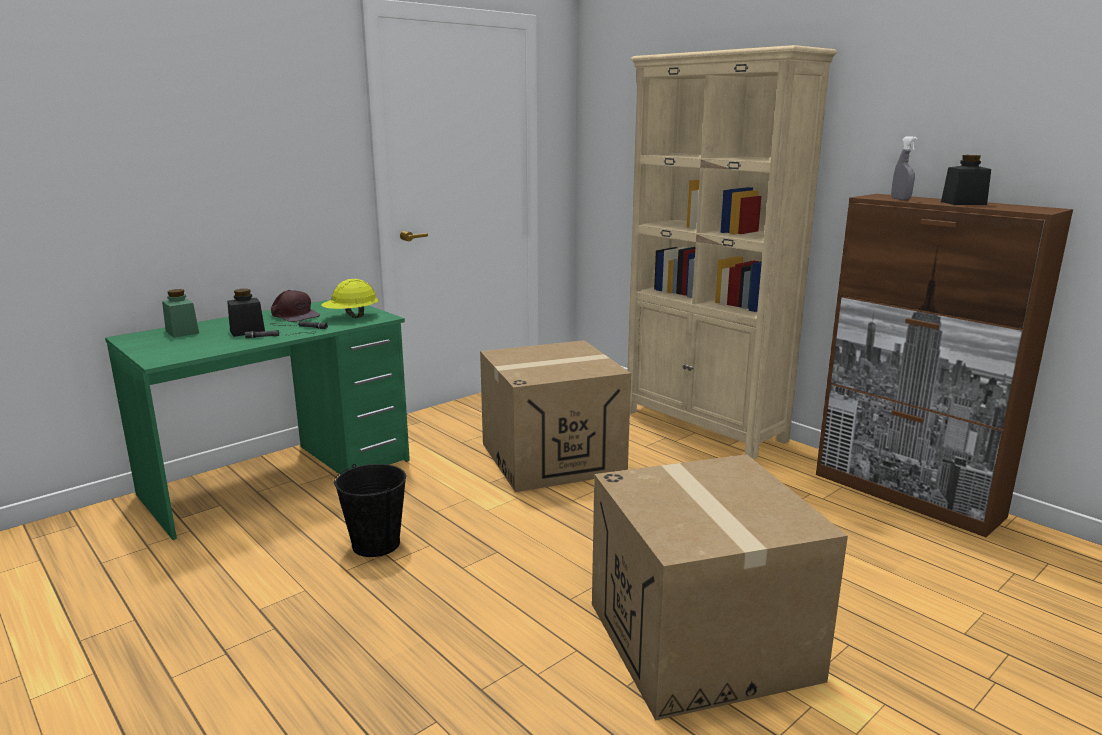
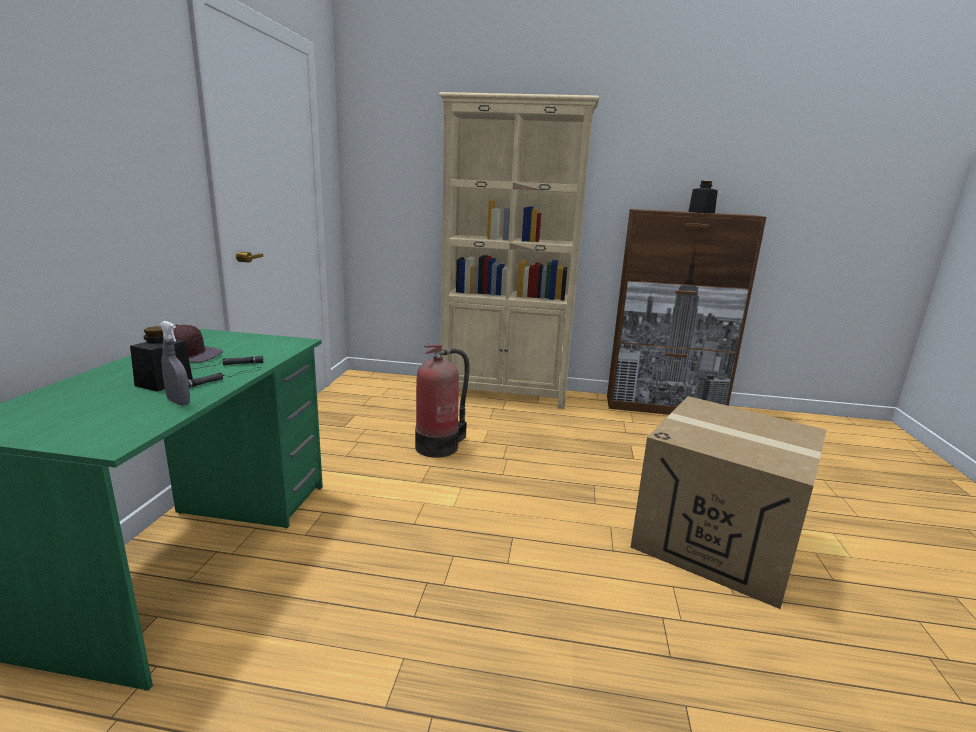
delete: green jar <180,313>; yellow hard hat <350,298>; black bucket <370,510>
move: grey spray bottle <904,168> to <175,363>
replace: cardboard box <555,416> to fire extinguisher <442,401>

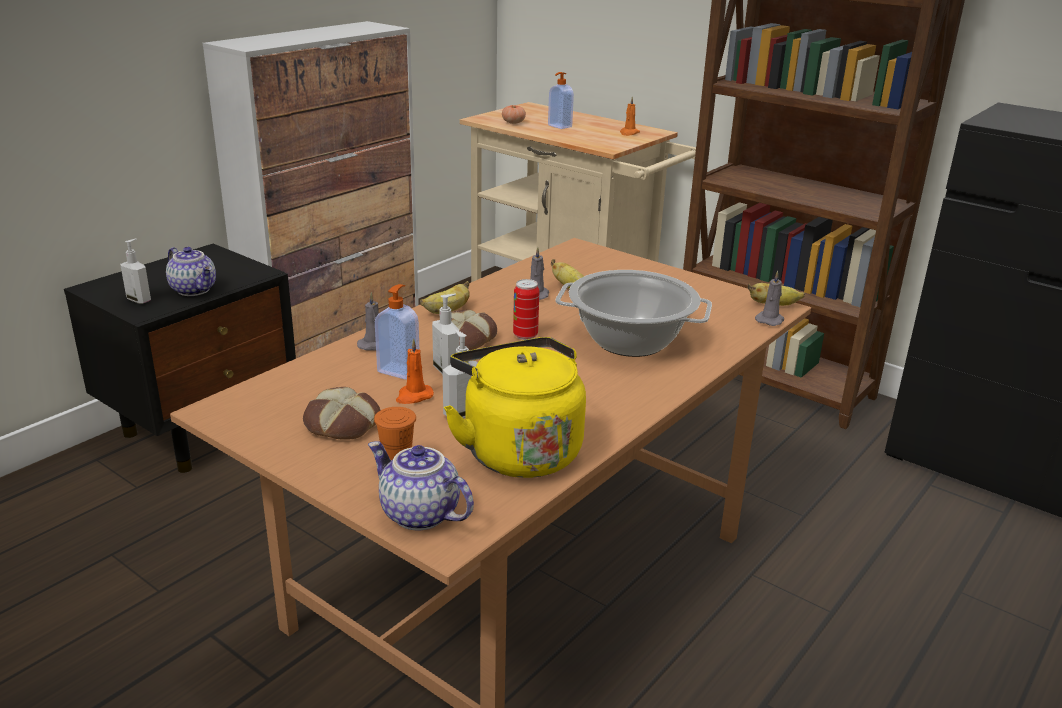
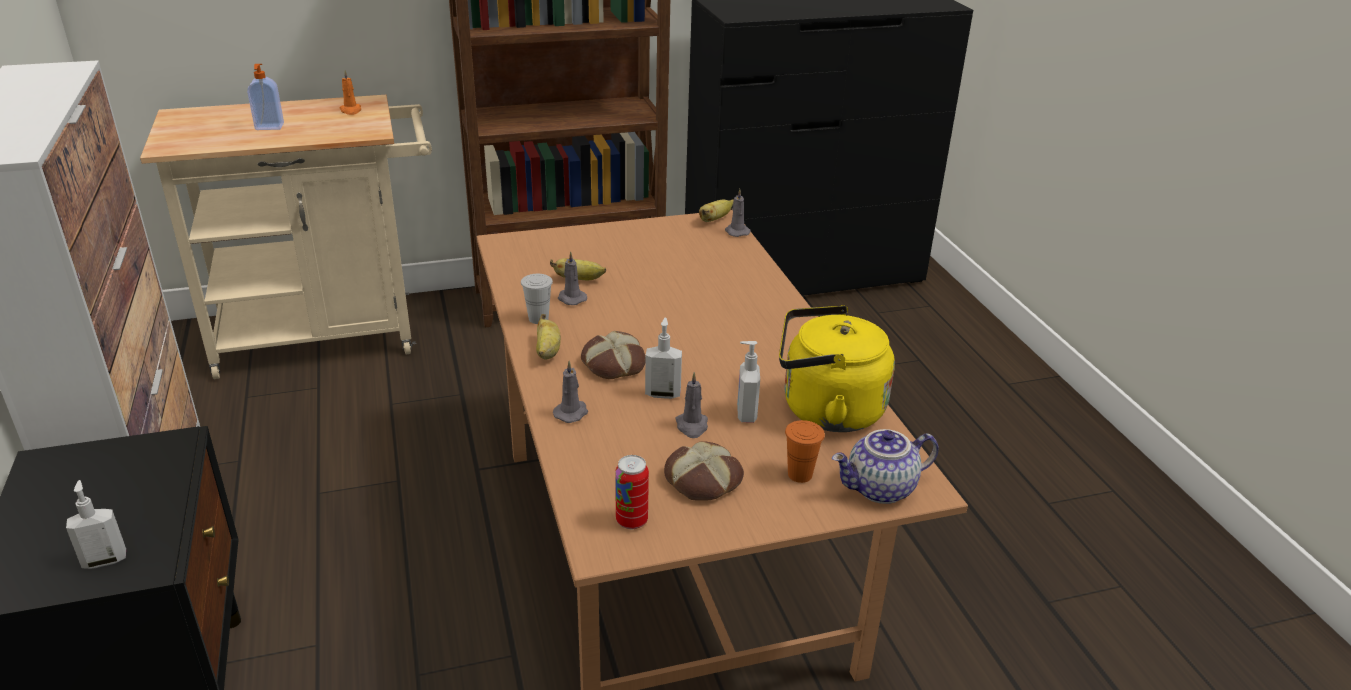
delete: teapot <191,271>; soap dispenser <397,332>; tomato <514,114>; cooking pot <633,313>
insert: white cup <537,299>
move: can <526,309> to <632,492>
recolor: orange candle <415,371> to grey candle <691,405>

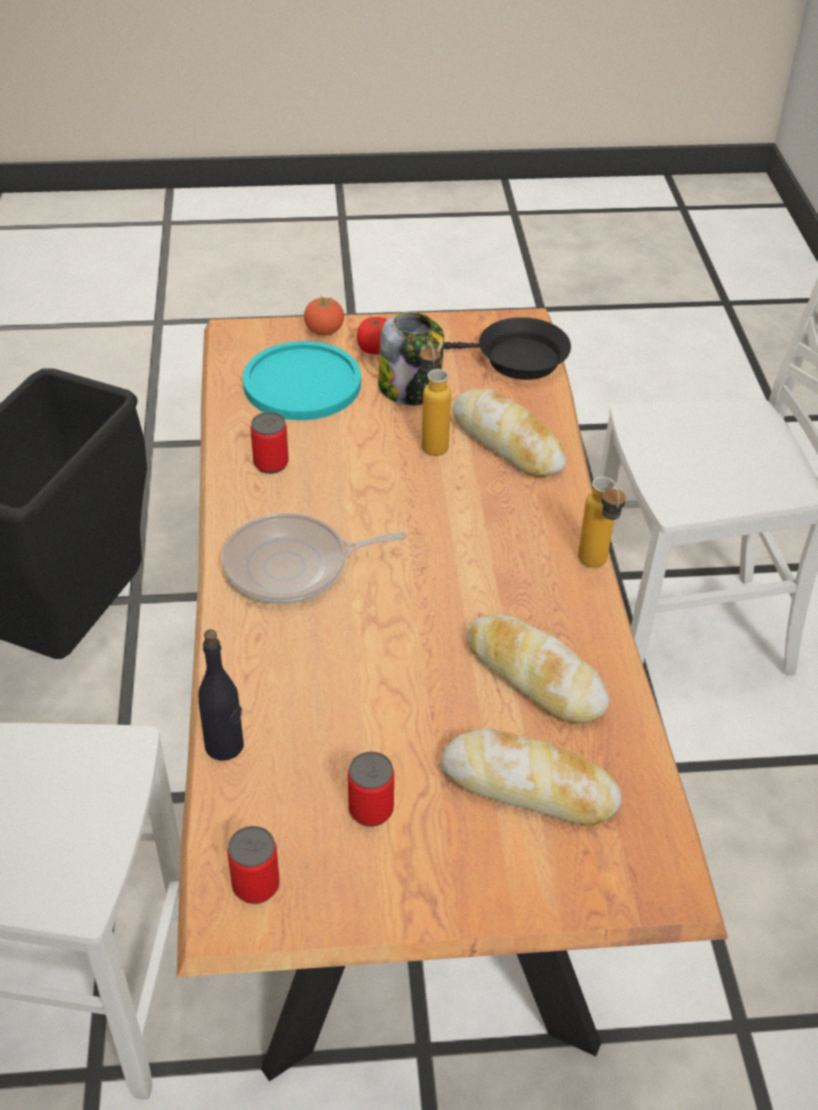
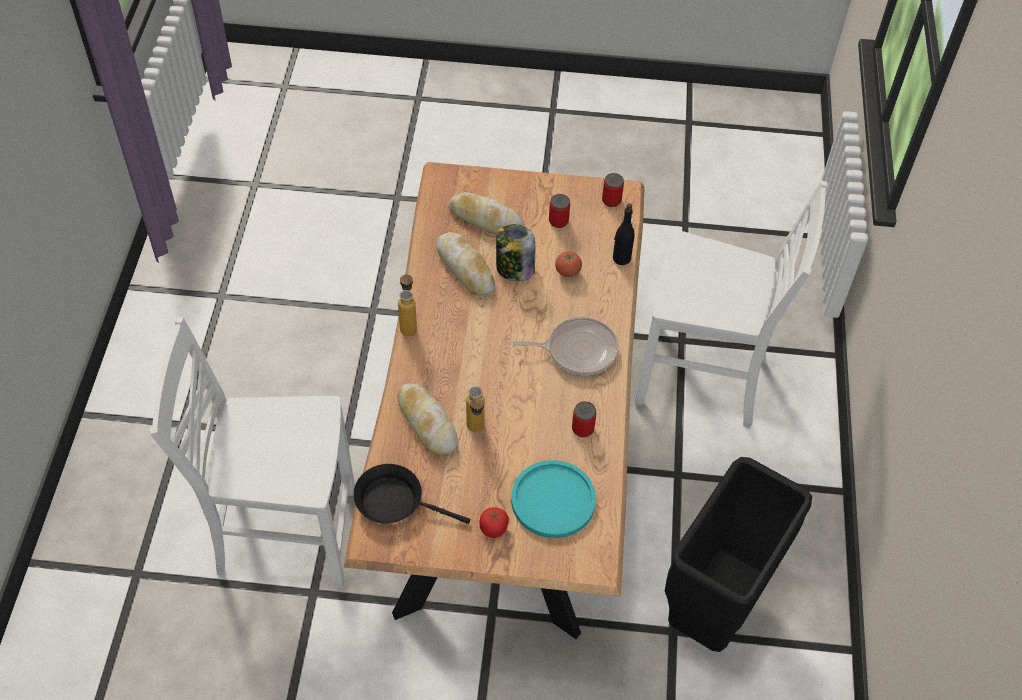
move: jar <411,358> to <515,253>; tomato <324,315> to <568,264>

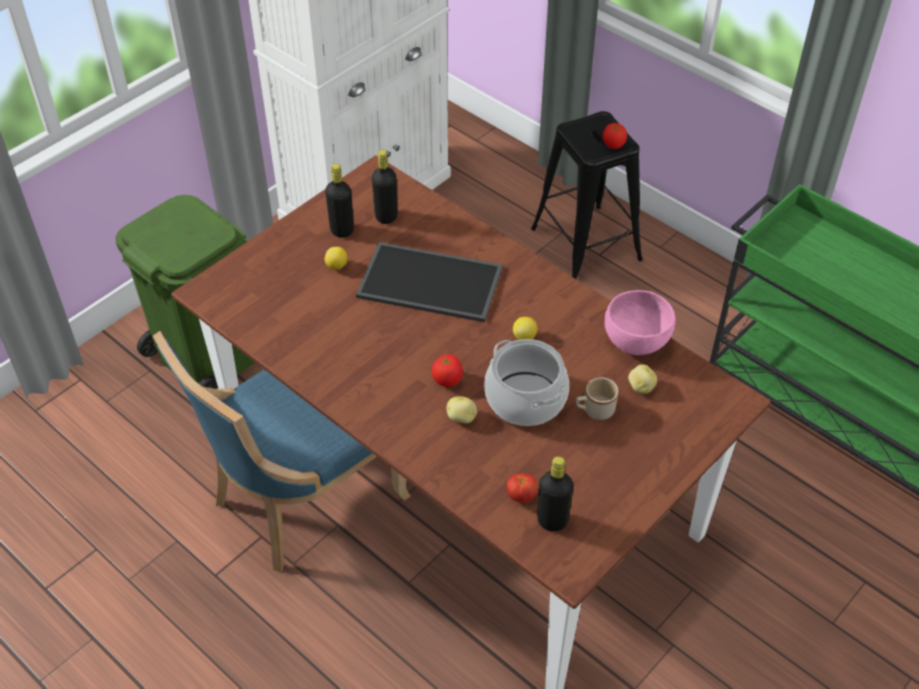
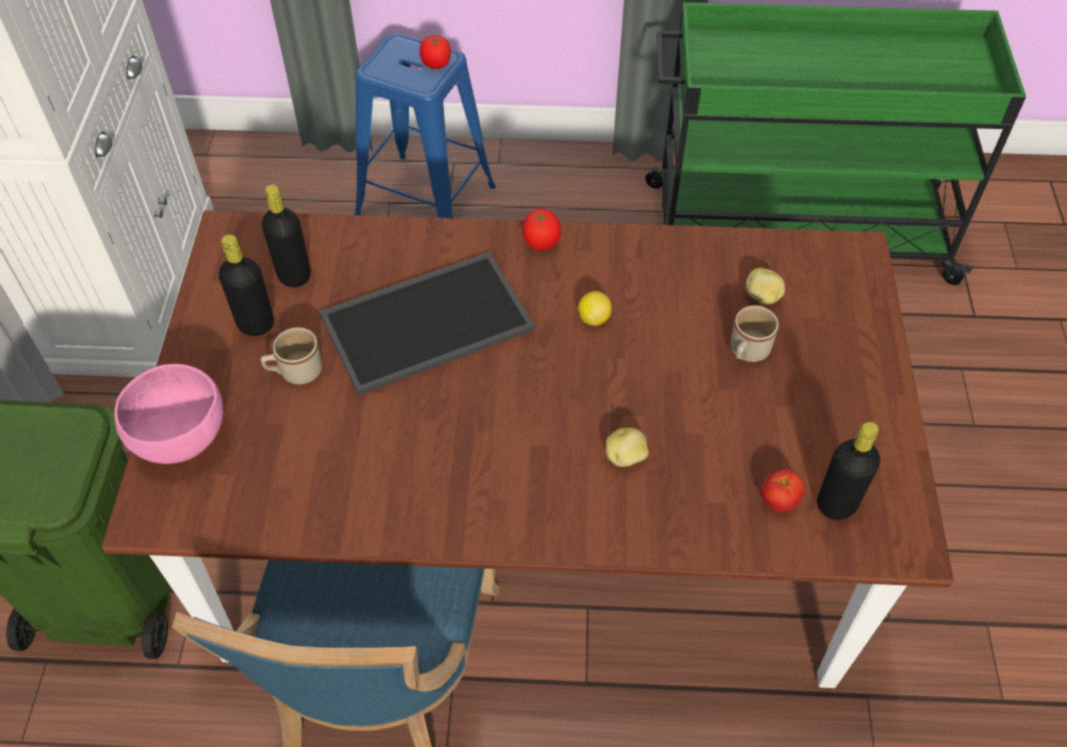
delete: cooking pot <526,382>
move: pink bowl <640,322> to <168,414>; tomato <447,370> to <541,229>
replace: lemon <336,258> to beige mug <291,355>
recolor: black stool <587,195> to blue stool <425,125>

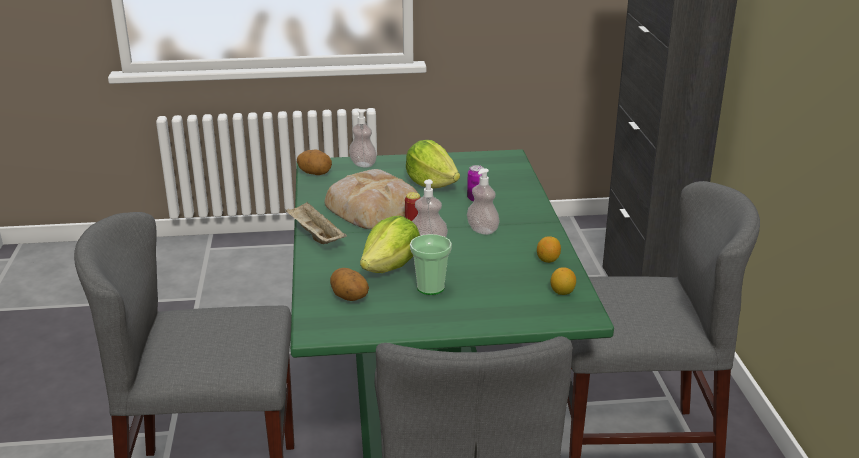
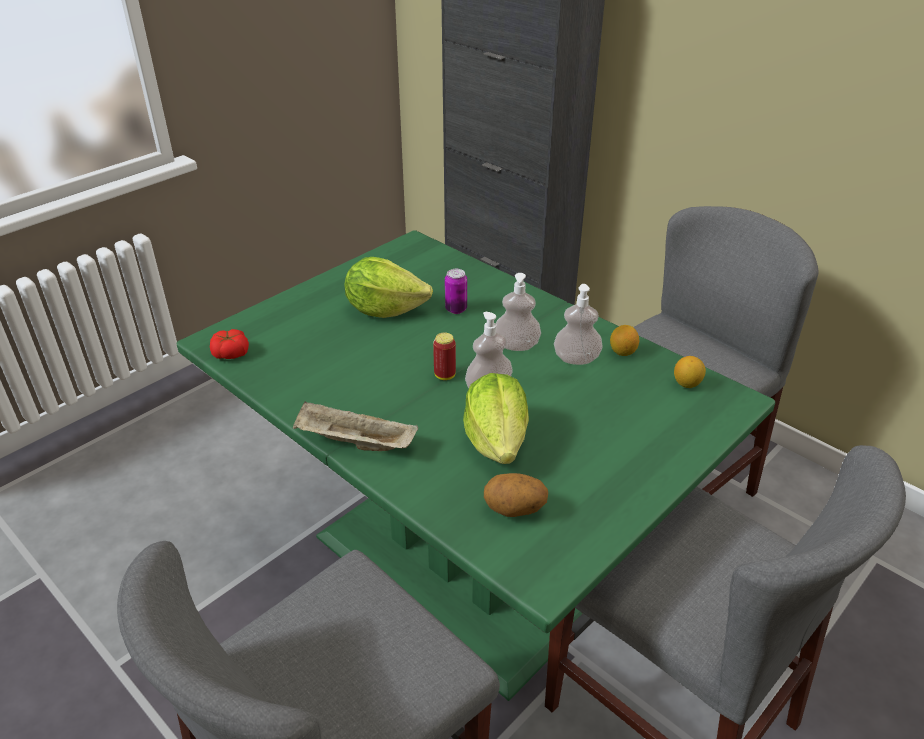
delete: bread <371,199>; cup <431,264>
move: soap dispenser <363,138> to <578,324>
replace: potato <314,162> to tomato <229,344>

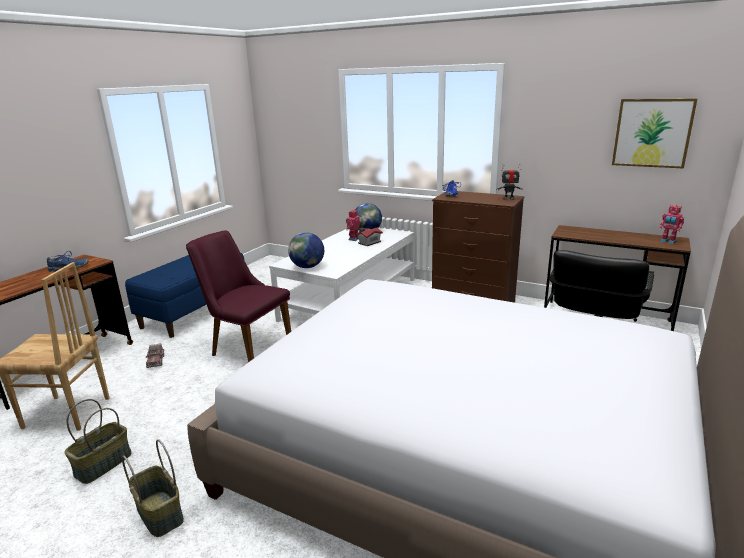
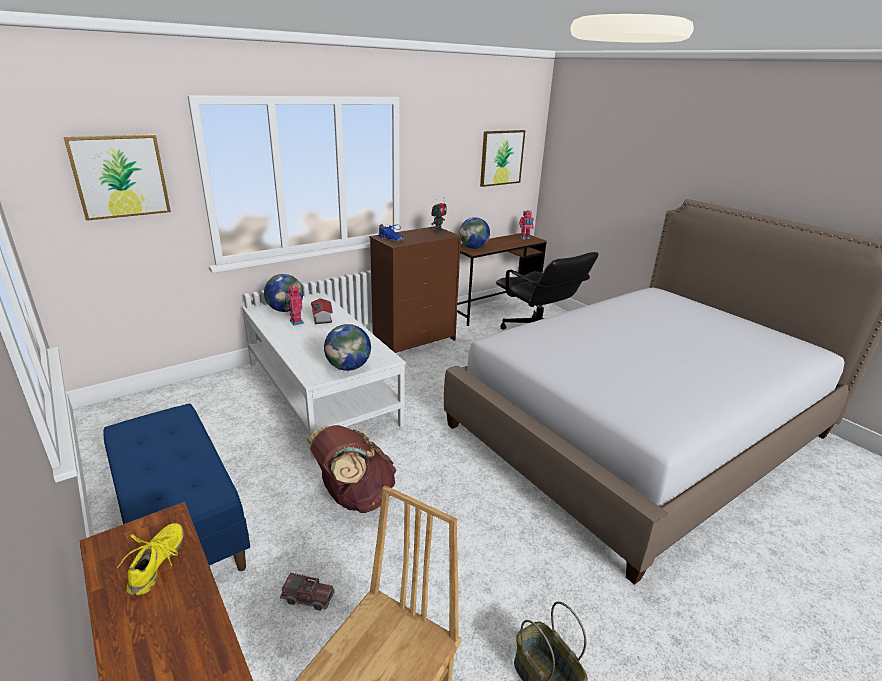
delete: basket <153,488>
insert: picture <117,177>; globe <474,233>
replace: purple chair <238,296> to brown backpack <352,469>
recolor: blue shoe <68,261> to yellow shoe <150,559>

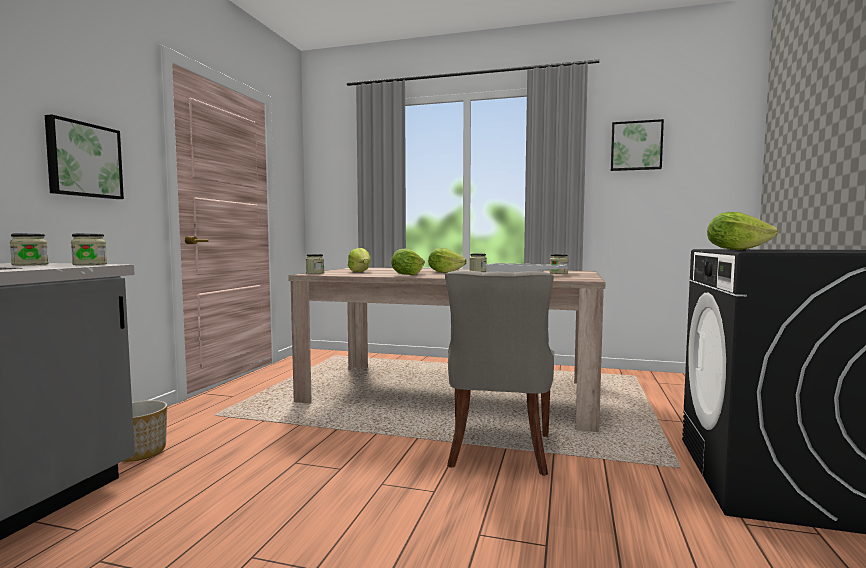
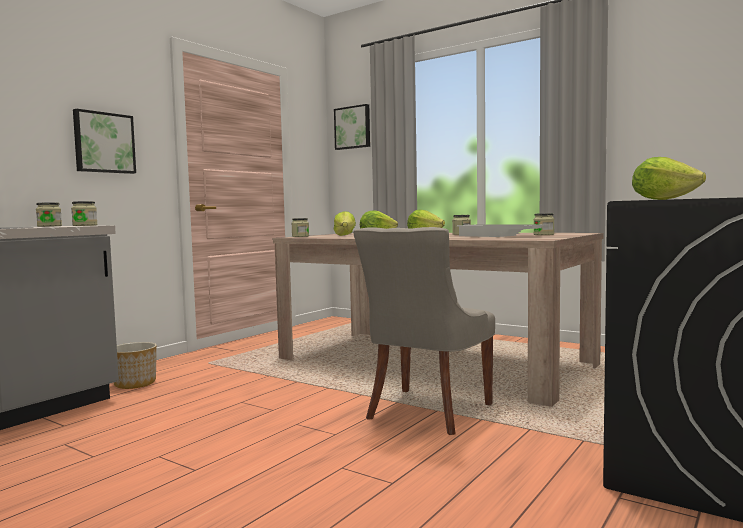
move: picture <637,145> to <352,127>

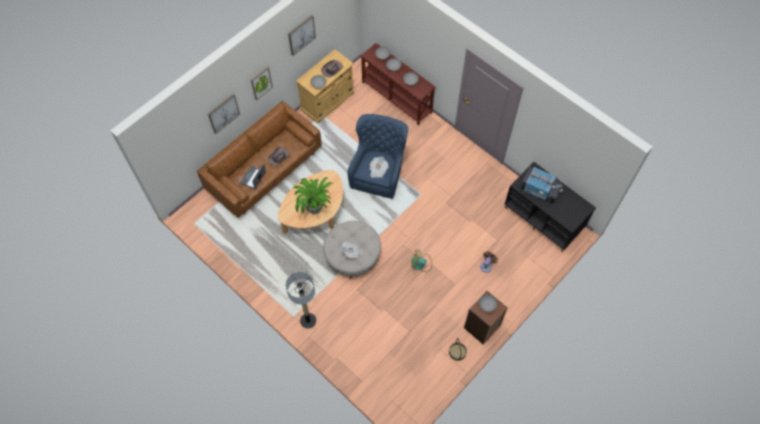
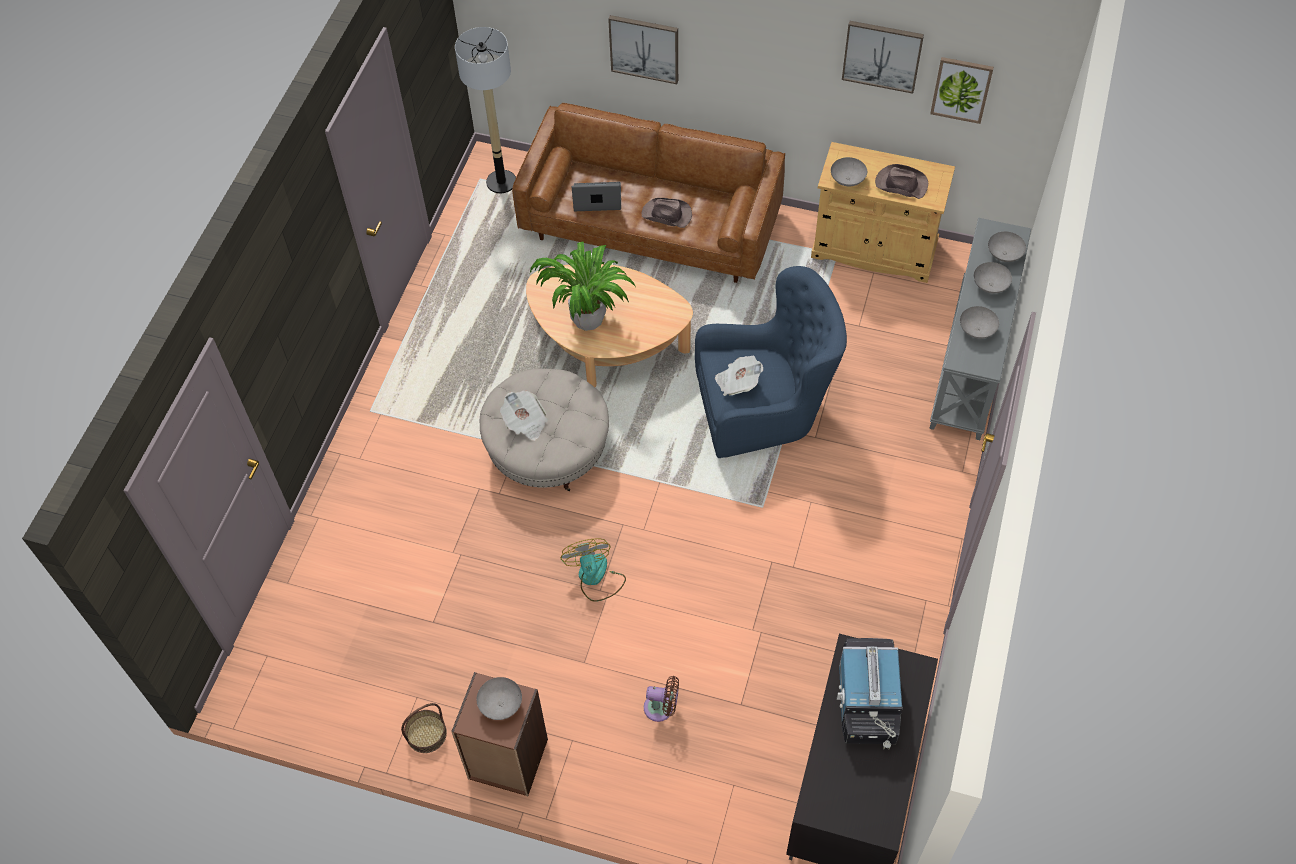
move: floor lamp <301,300> to <485,110>; picture <262,83> to <962,90>
recolor: brown console table <398,84> to grey console table <980,329>

